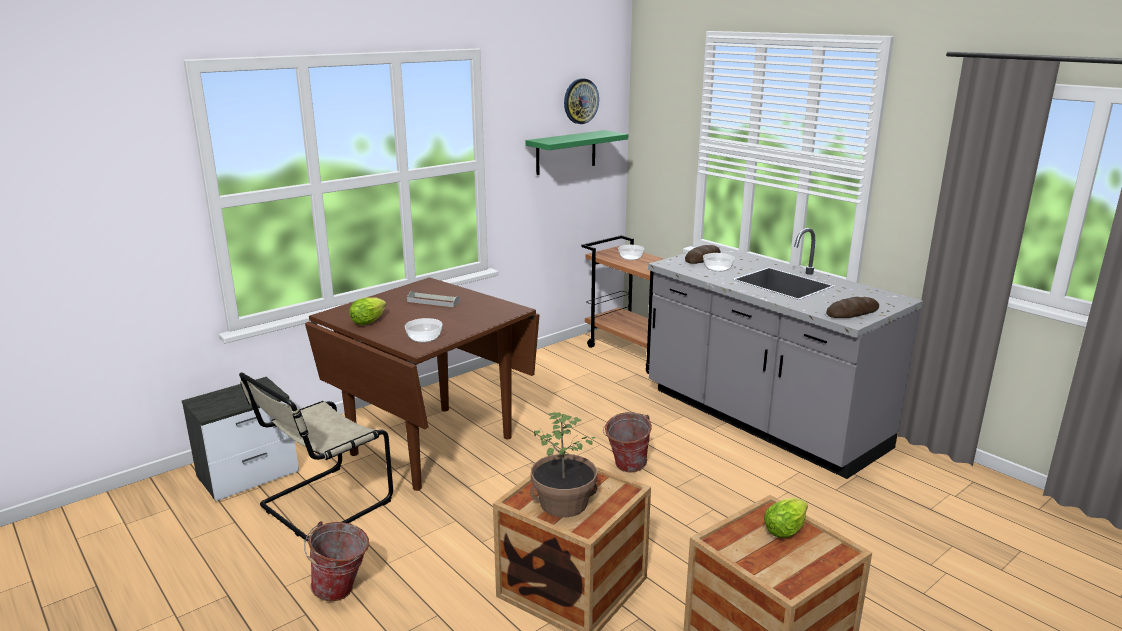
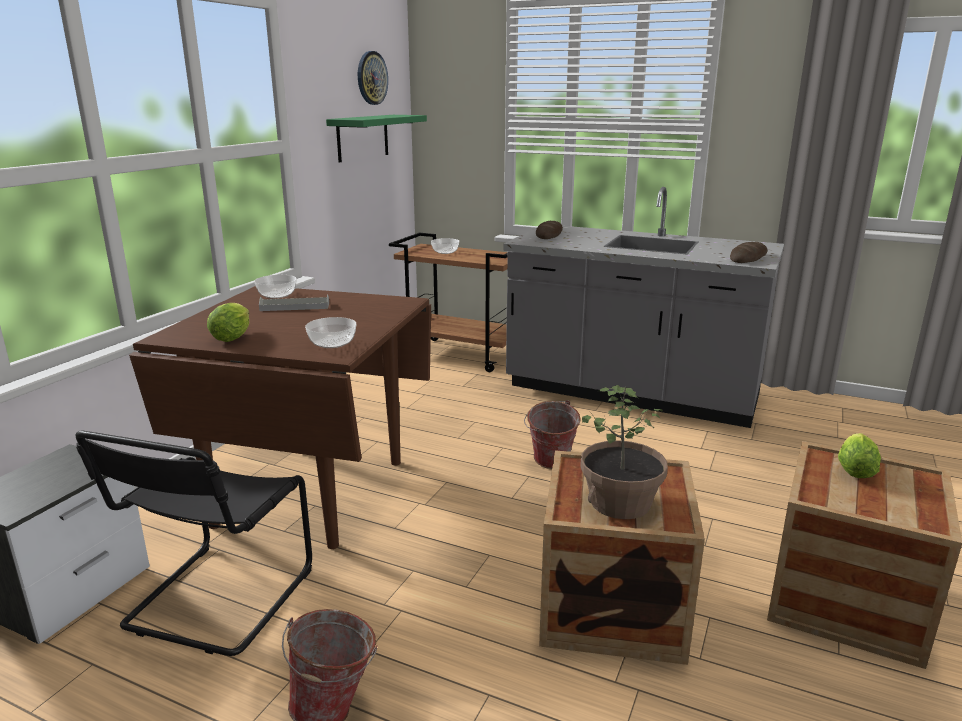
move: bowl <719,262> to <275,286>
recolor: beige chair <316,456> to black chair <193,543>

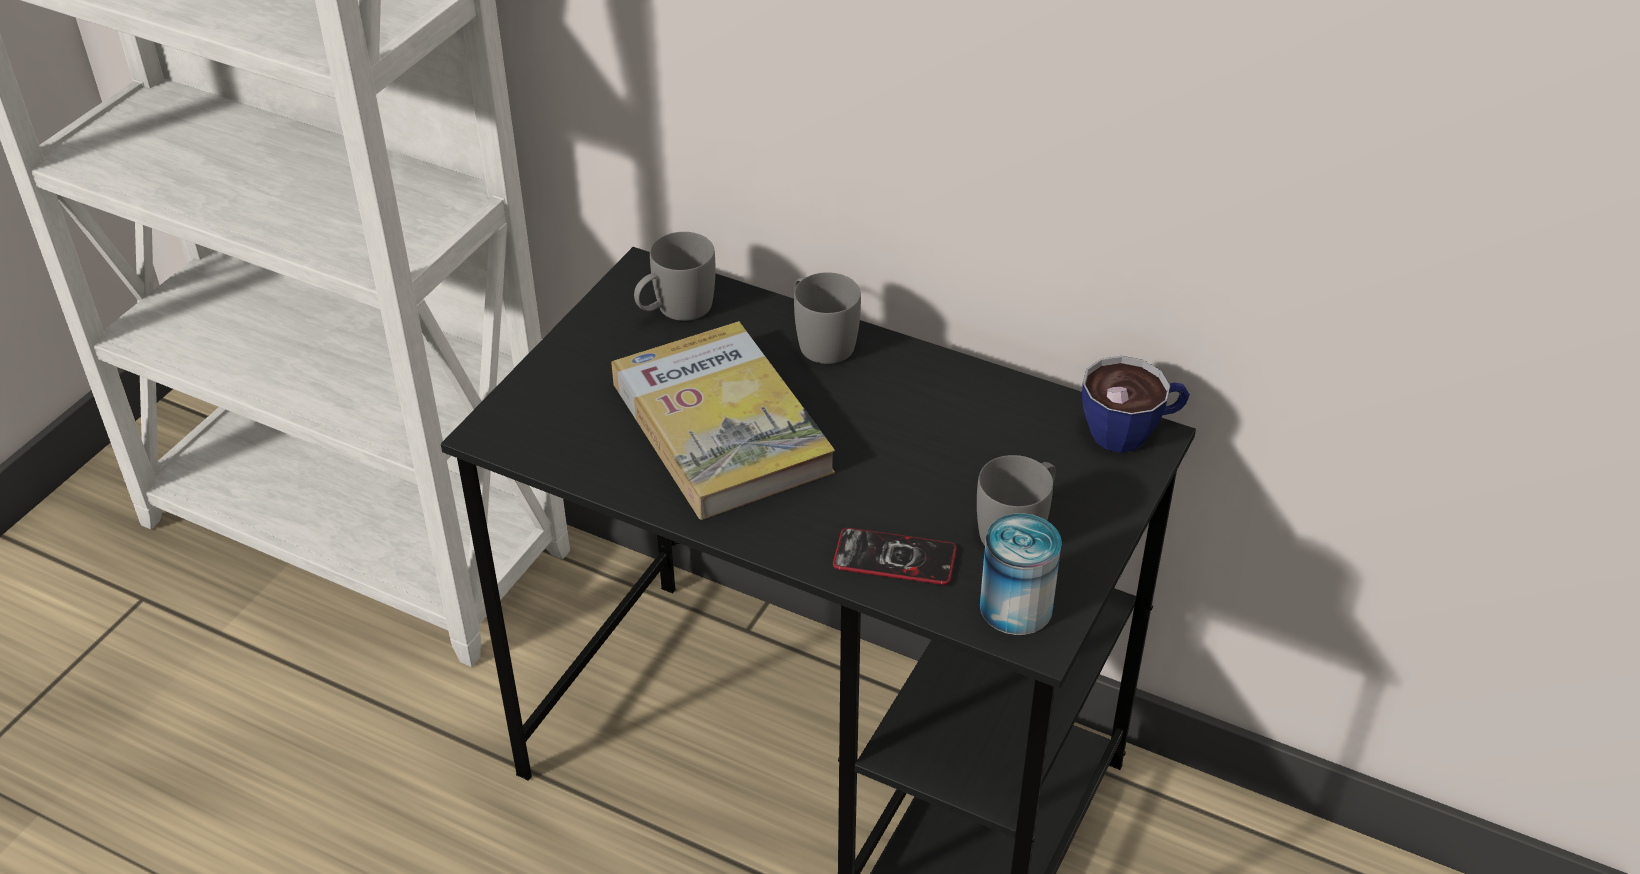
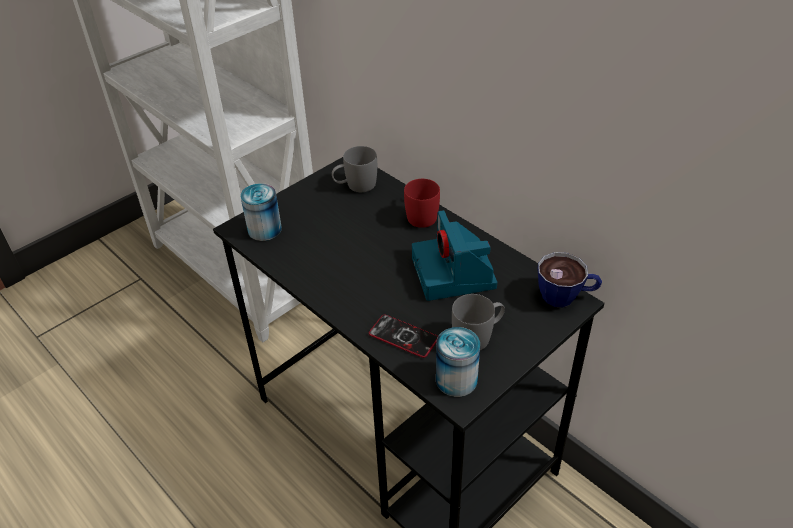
delete: book <723,420>
insert: can <261,212>; photo camera <454,255>
recolor: grey mug <827,318> to red mug <422,203>

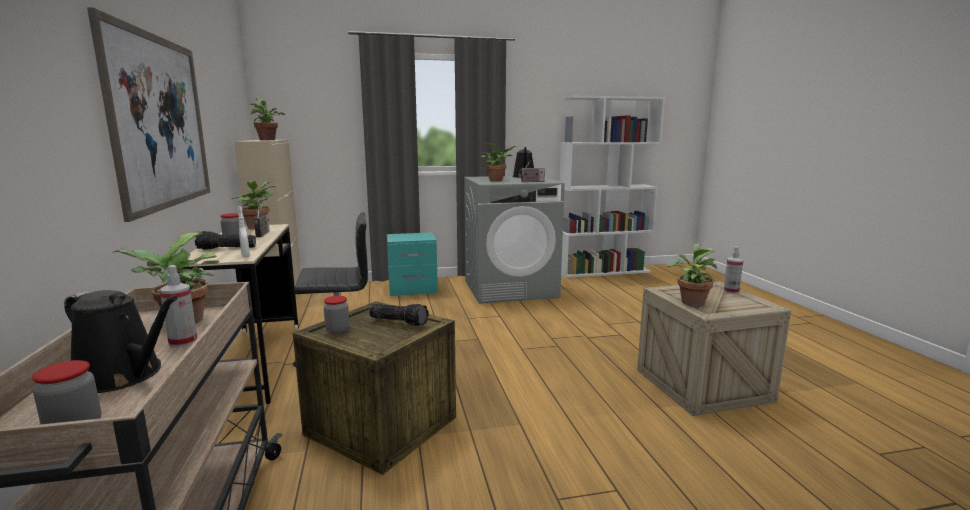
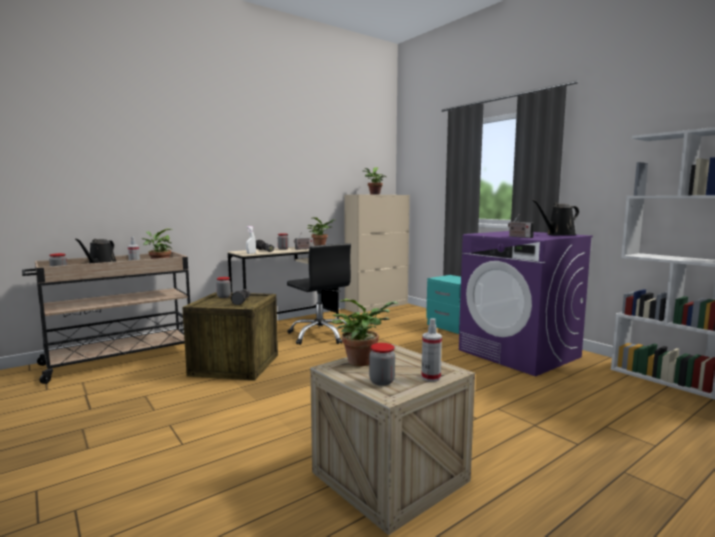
delete: picture <148,114>; potted plant <498,162>
insert: jar <382,364>
recolor: grey washing machine <514,240> to purple washing machine <526,303>

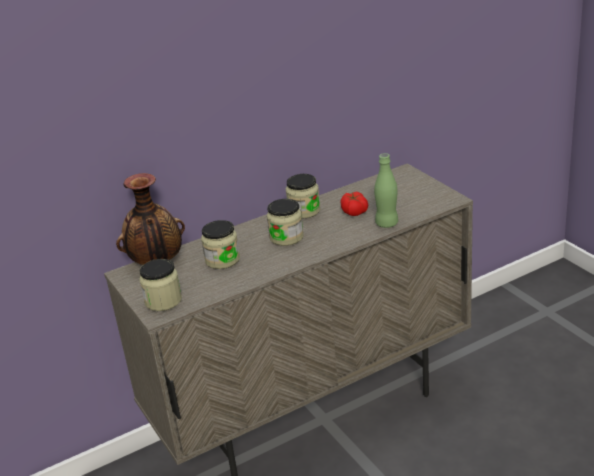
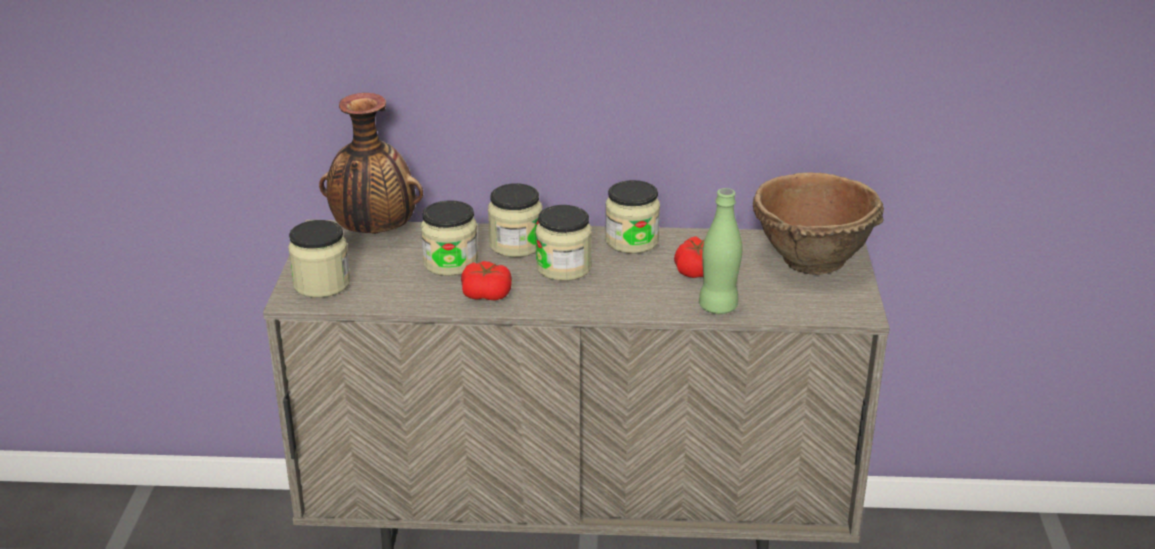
insert: tomato <486,280>; jar <515,220>; brown bowl <818,223>

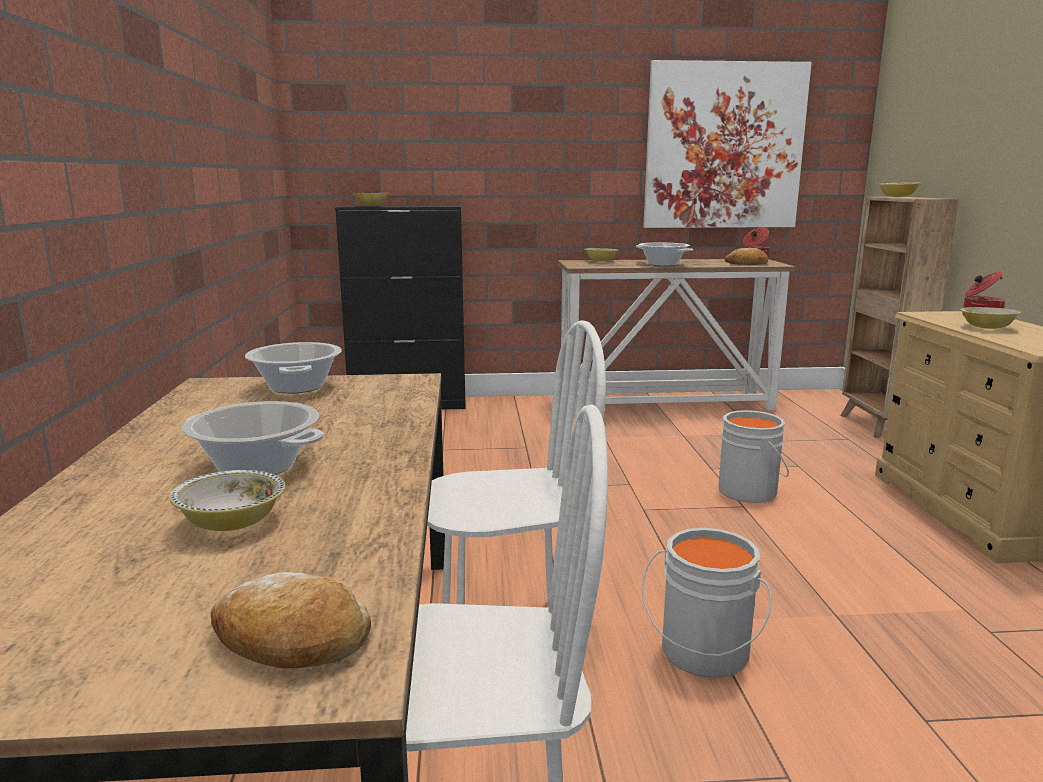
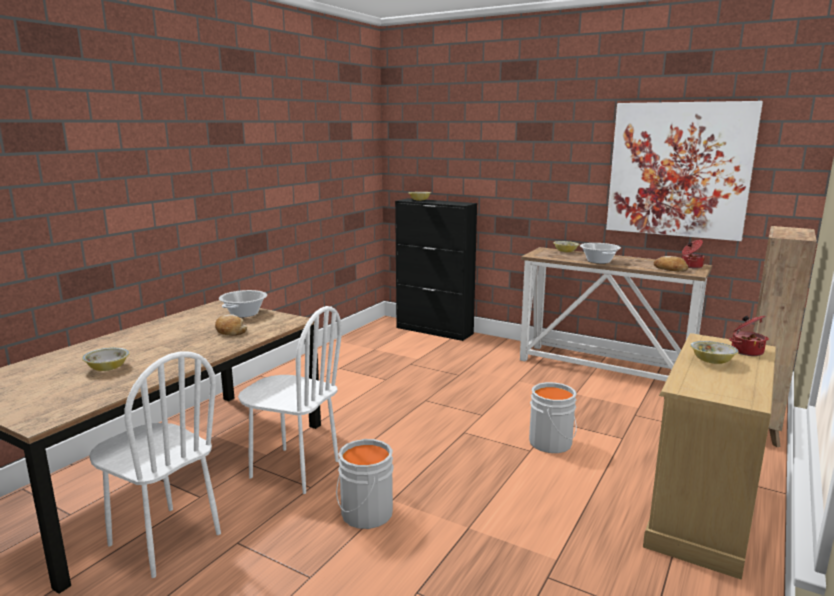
delete: cooking pot <253,438>; bowl <899,189>
move: bread <291,620> to <231,325>

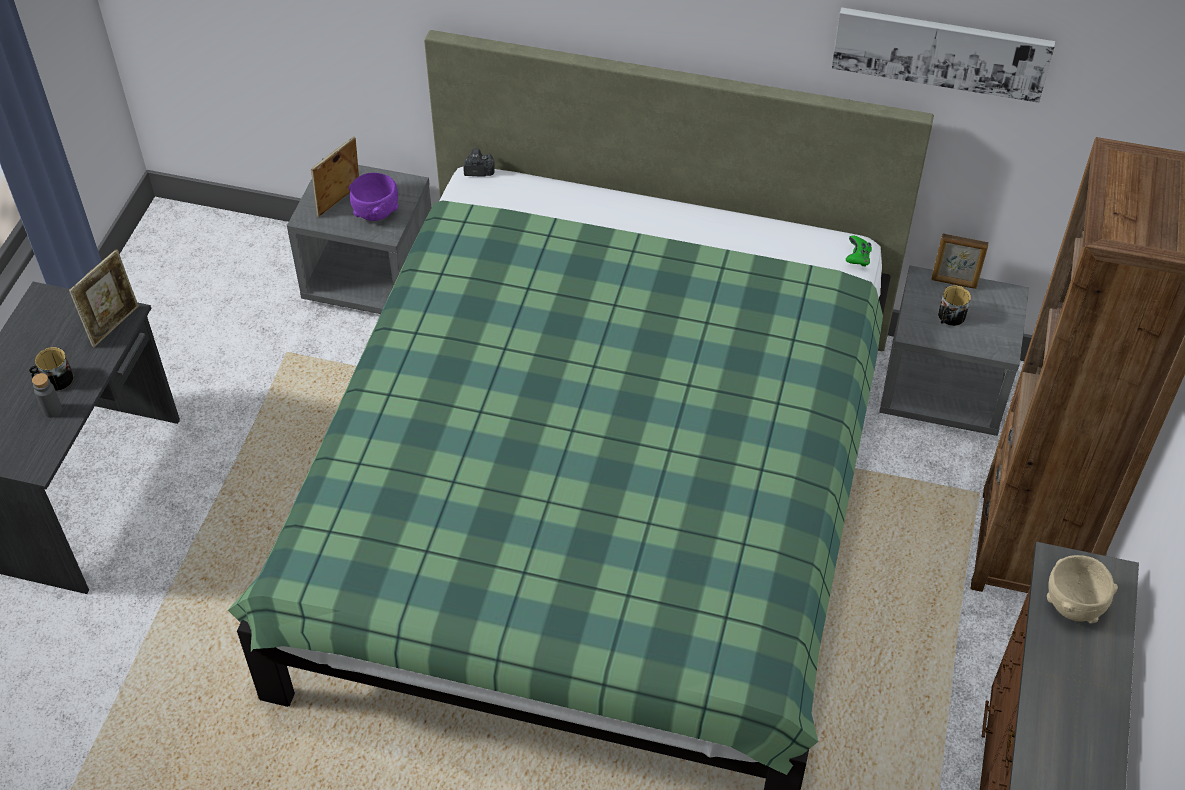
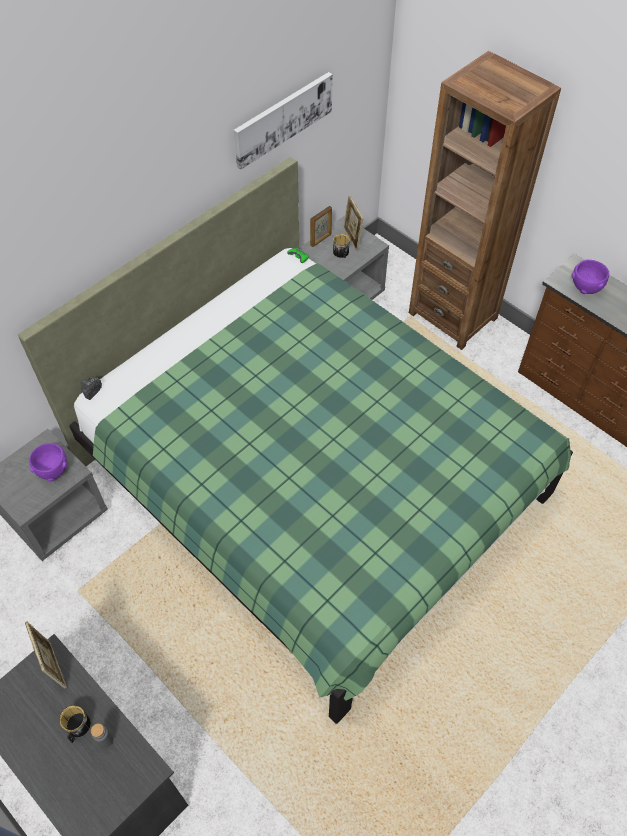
move: picture frame <335,176> to <353,223>
recolor: beige bowl <1082,589> to purple bowl <590,277>

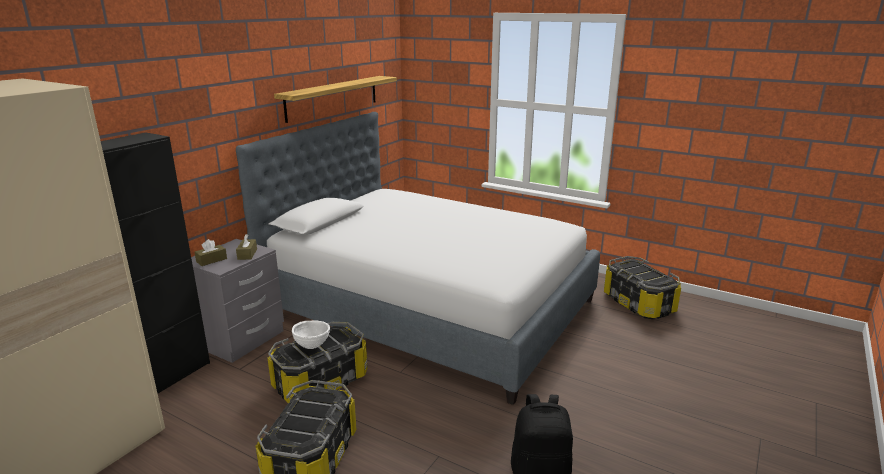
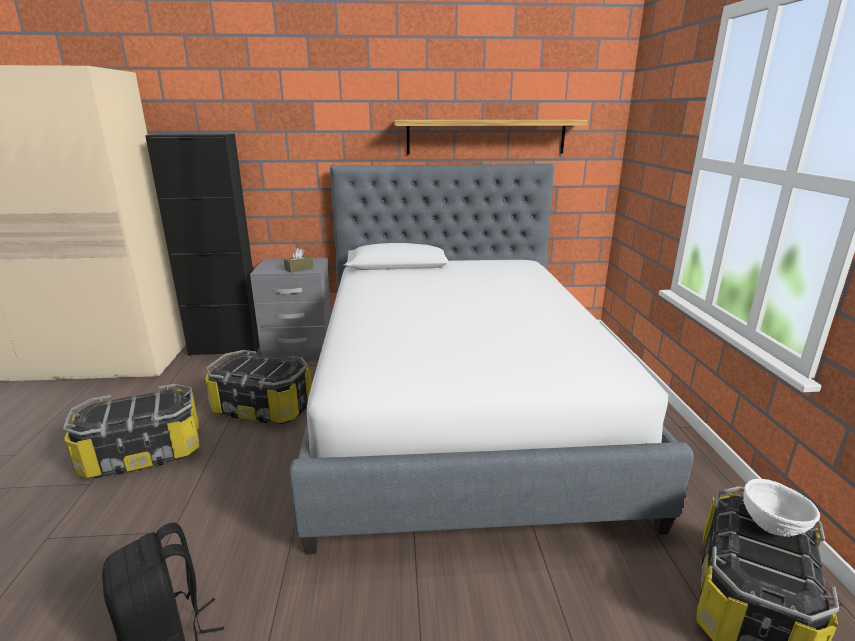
delete: brown tissue box <211,252>
move: white bowl <311,334> to <781,508>

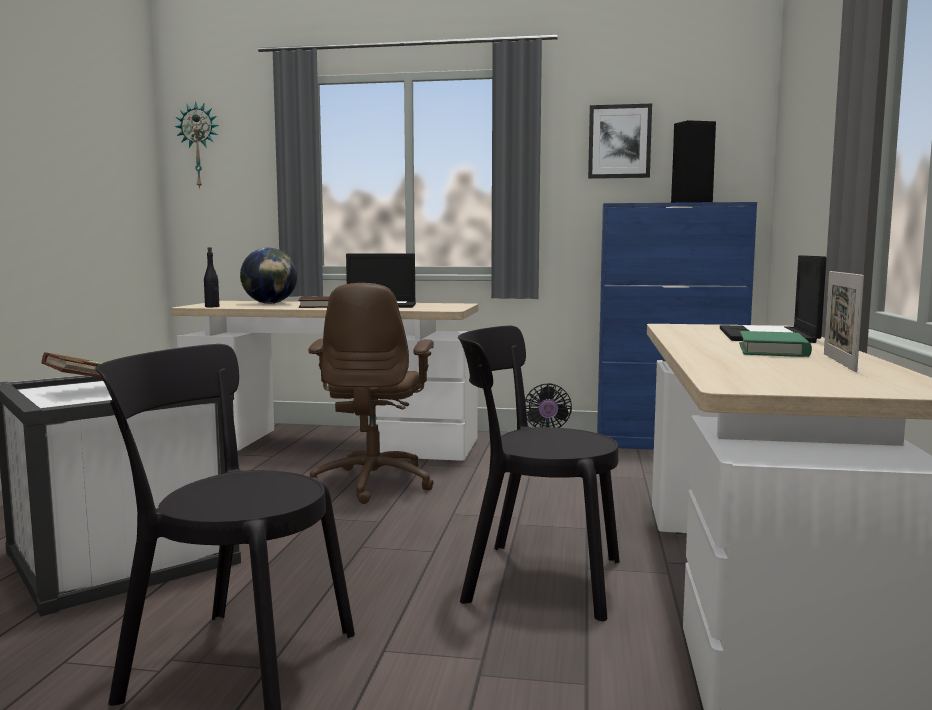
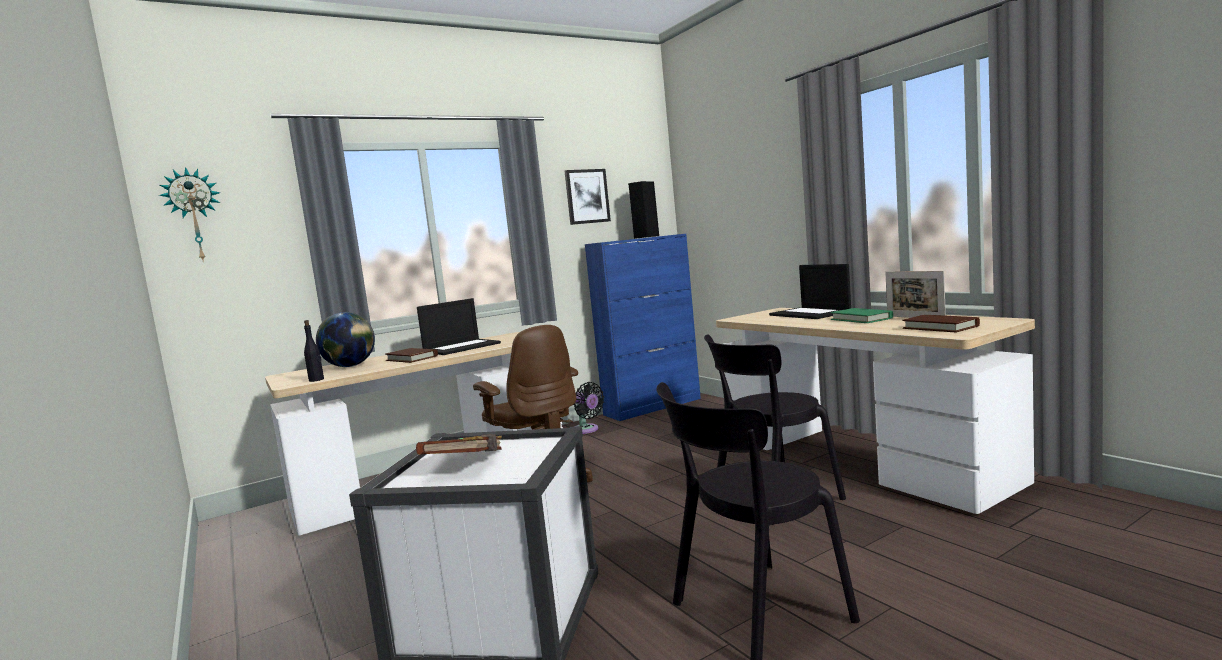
insert: brown book <941,323>

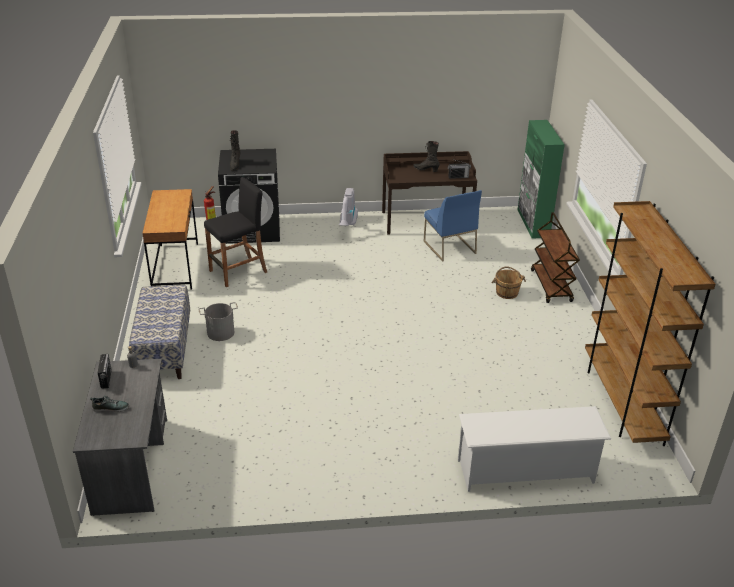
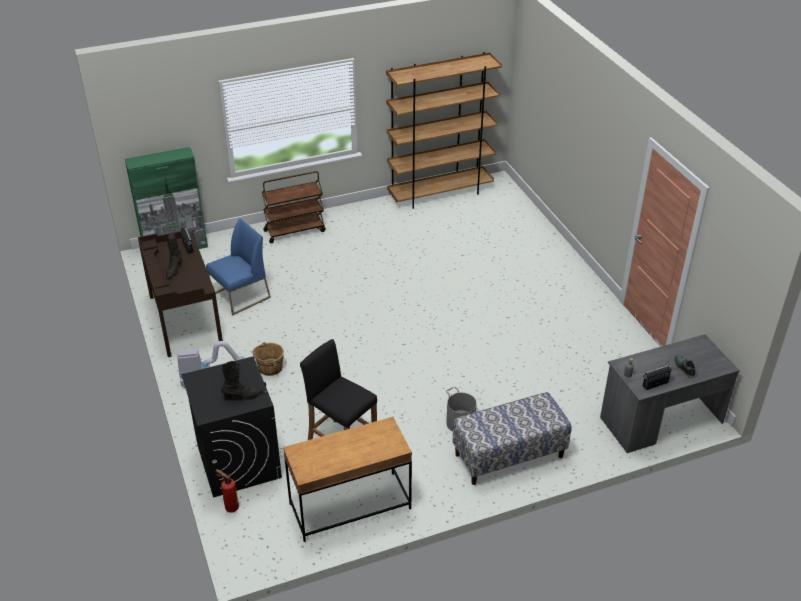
delete: white shoe rack <534,449>
move: brown bucket <508,282> to <268,359>

